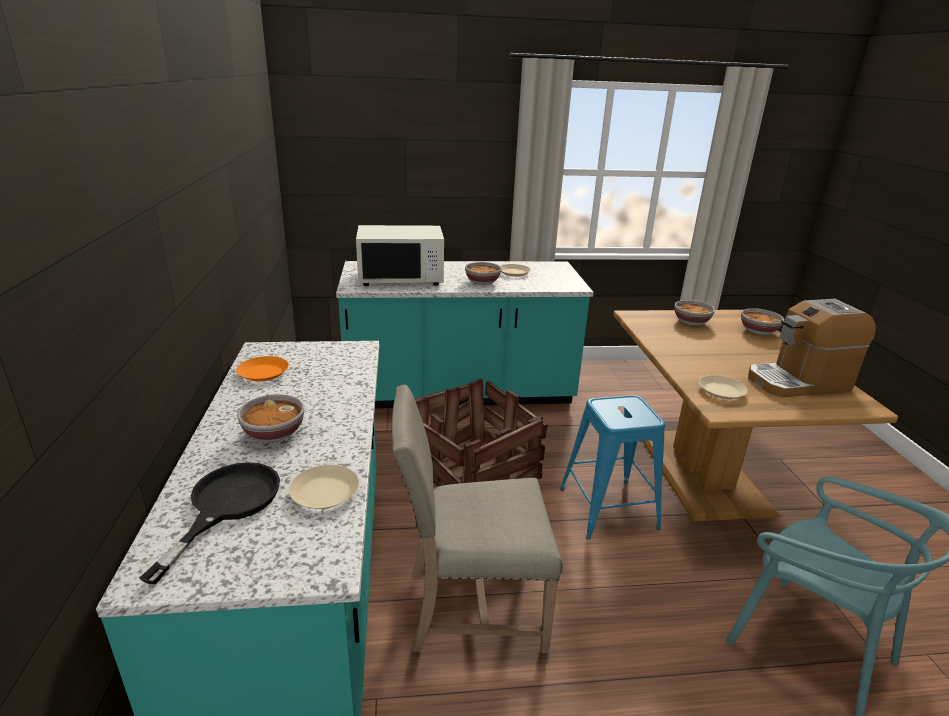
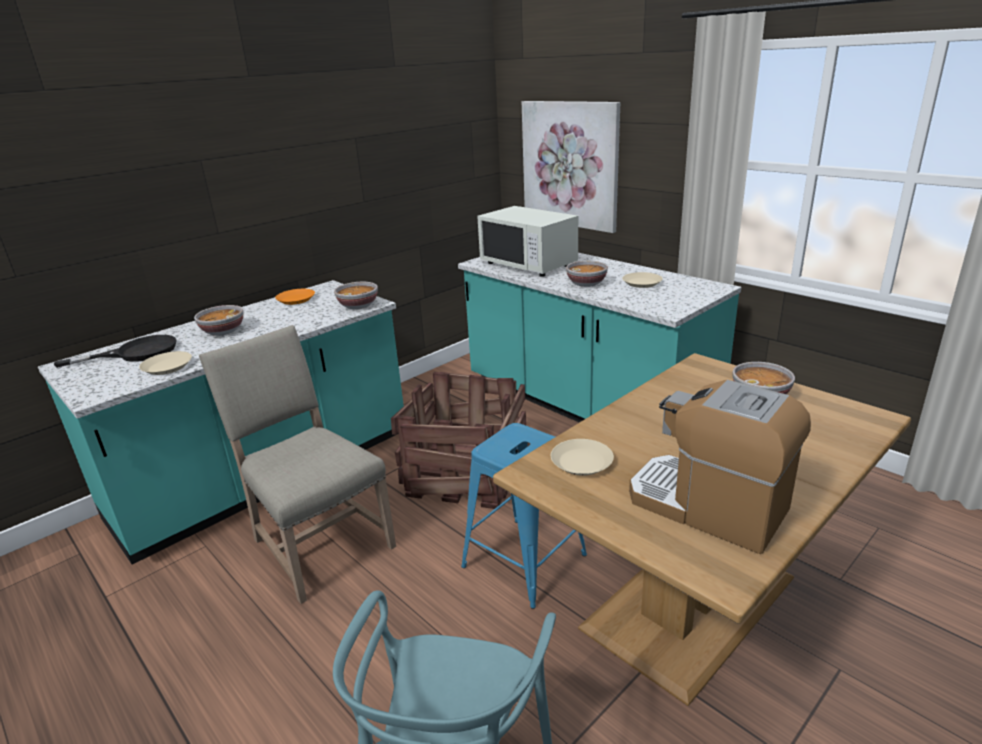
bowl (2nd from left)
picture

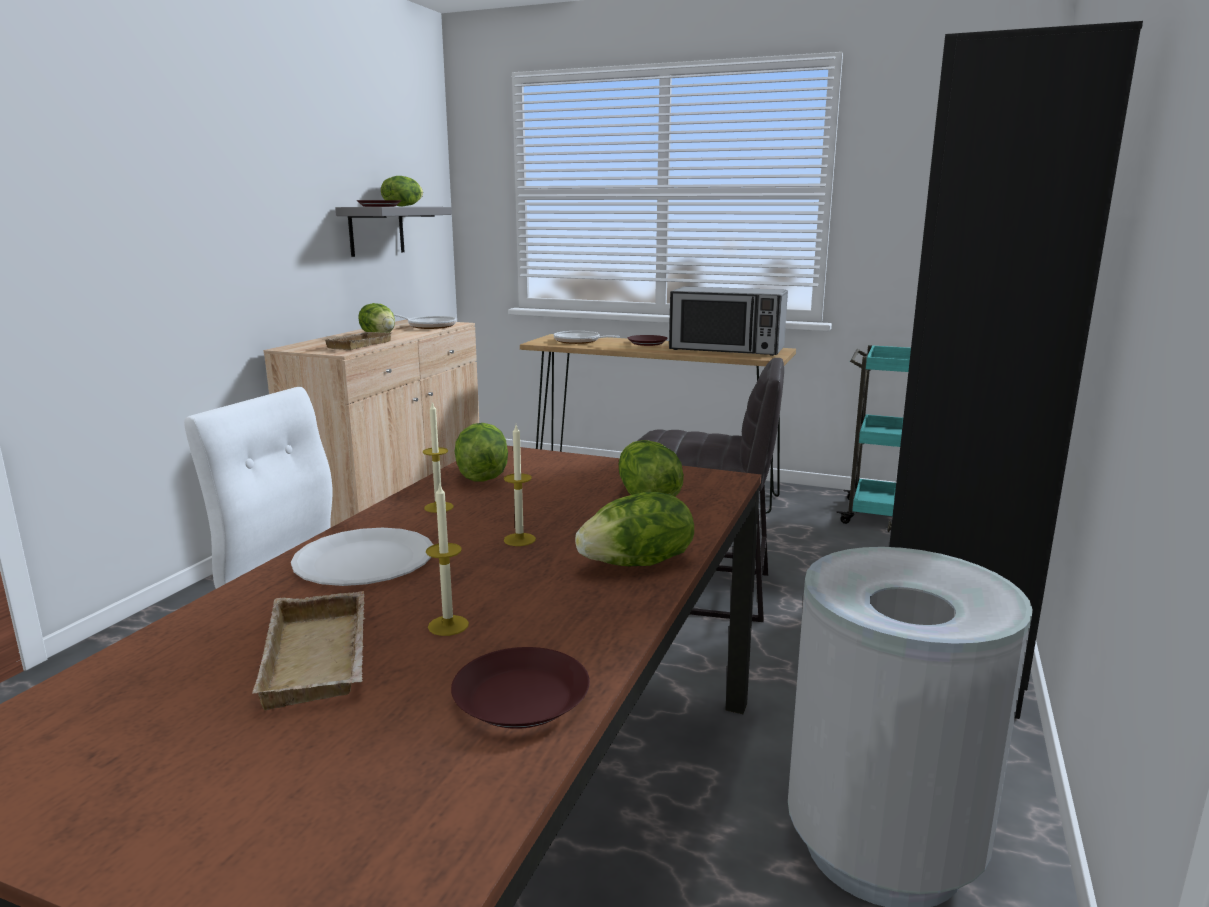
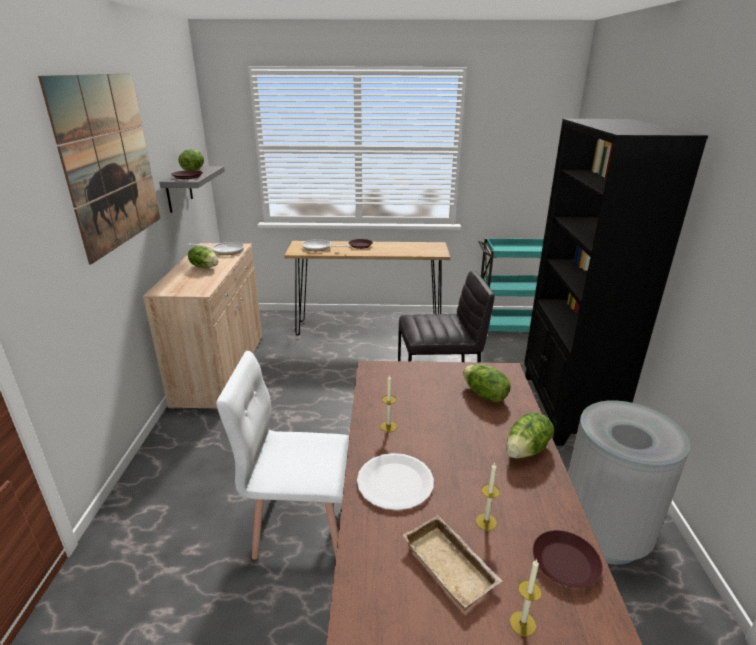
picture
candle (3rd from left)
beige_tray (2nd from left in the first image)
lettuce (3rd from left in the first image)
microwave

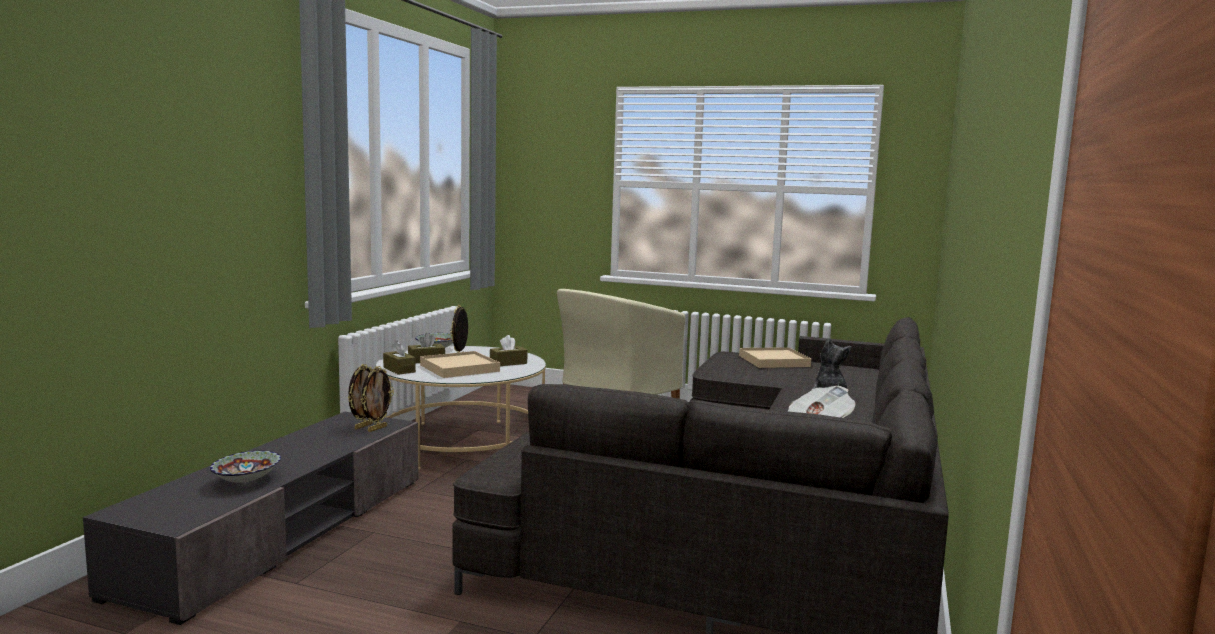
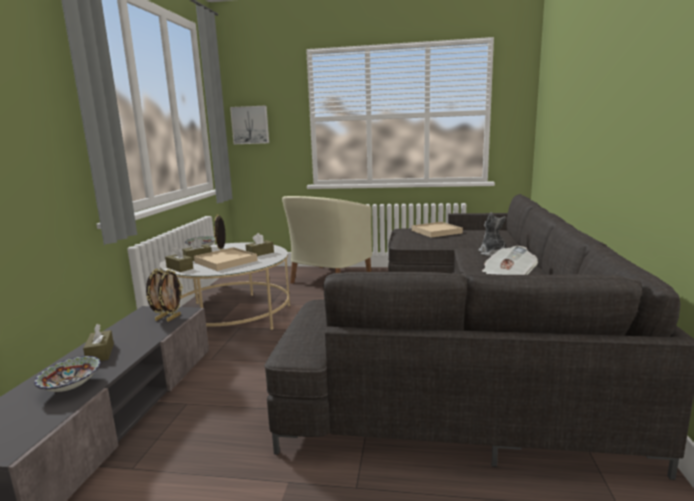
brown_tissue_box (1st from left)
picture

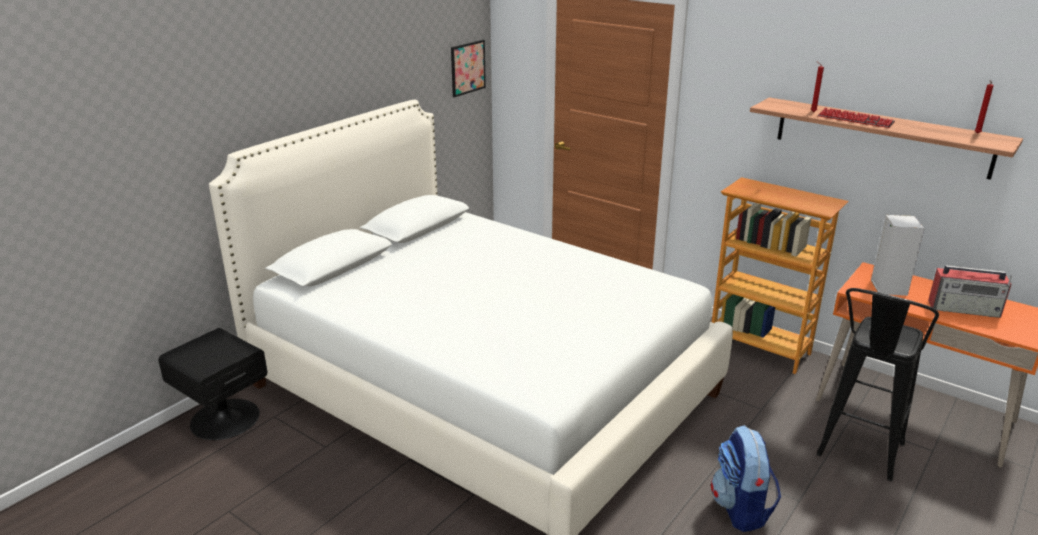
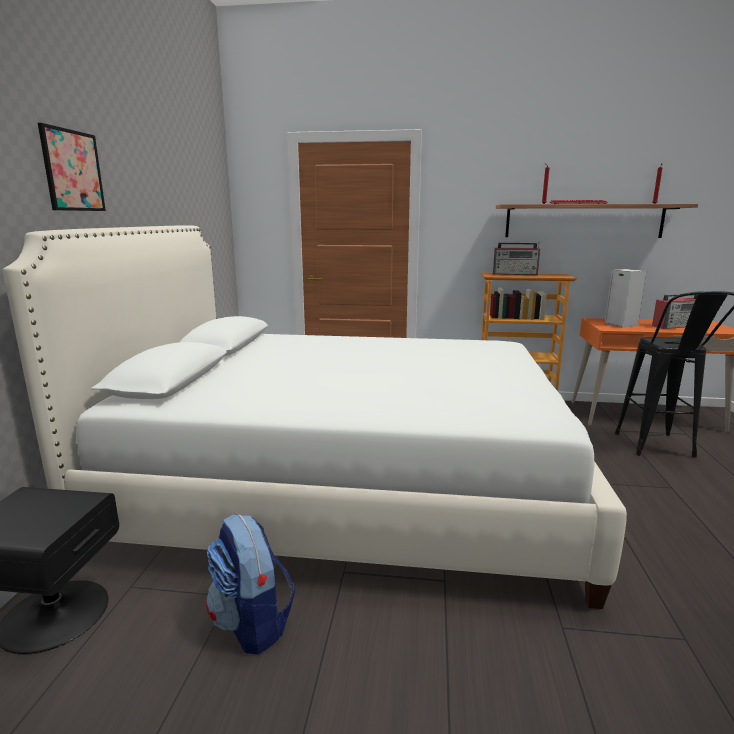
picture
backpack
radio (1st from left)

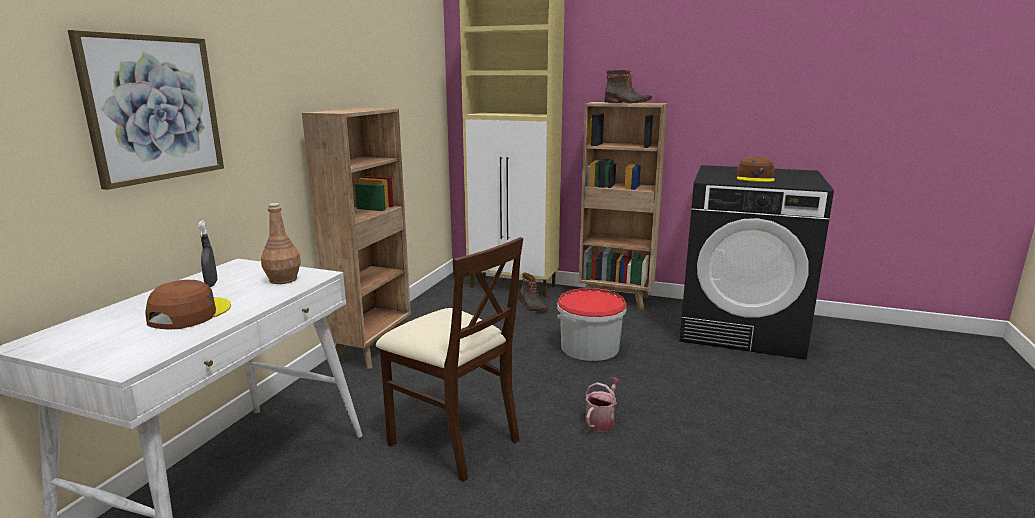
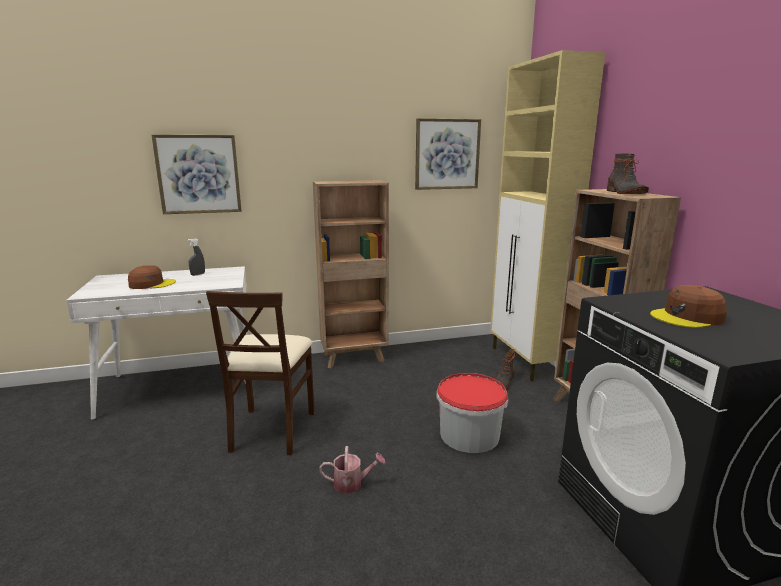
picture (2nd from left)
brown_bottle

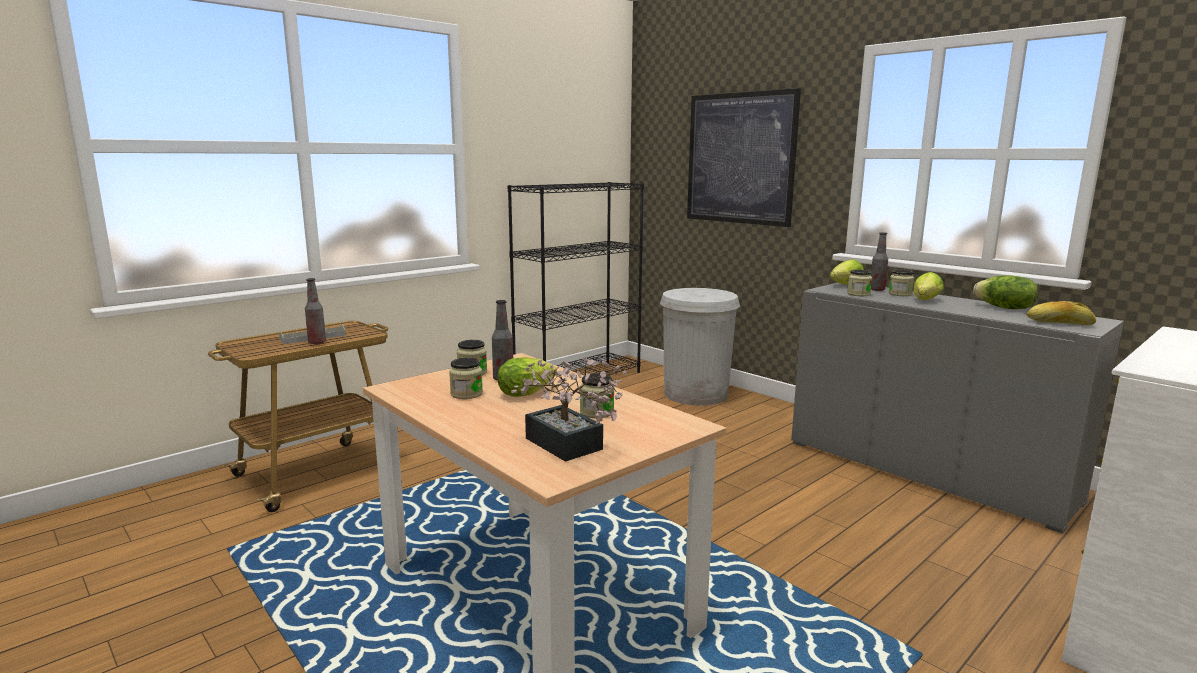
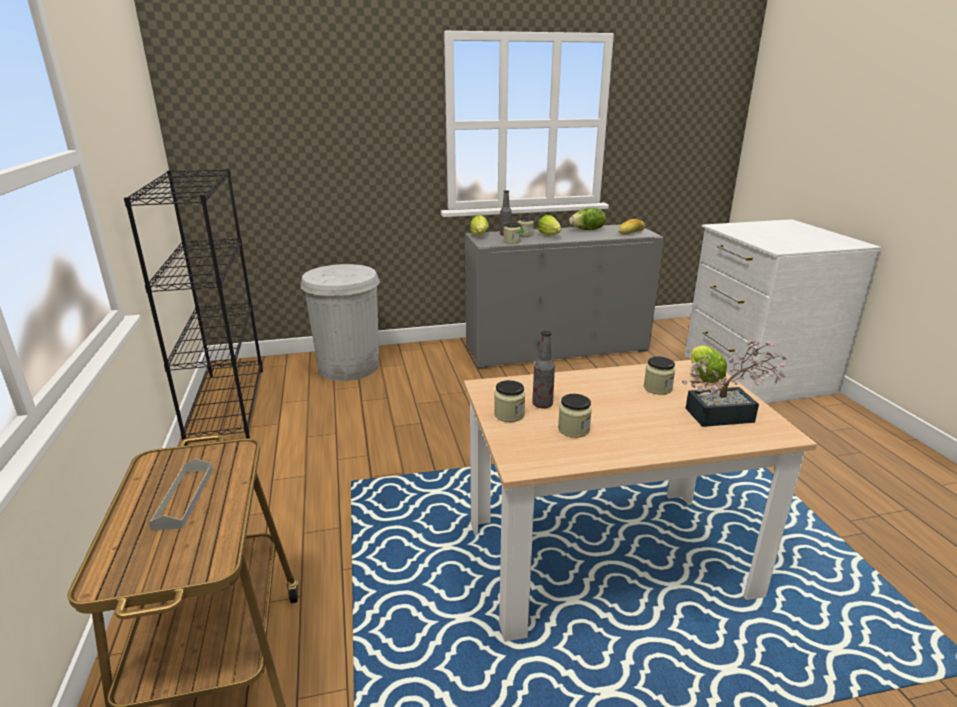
lettuce (4th from left)
bottle (1st from left in the first image)
picture

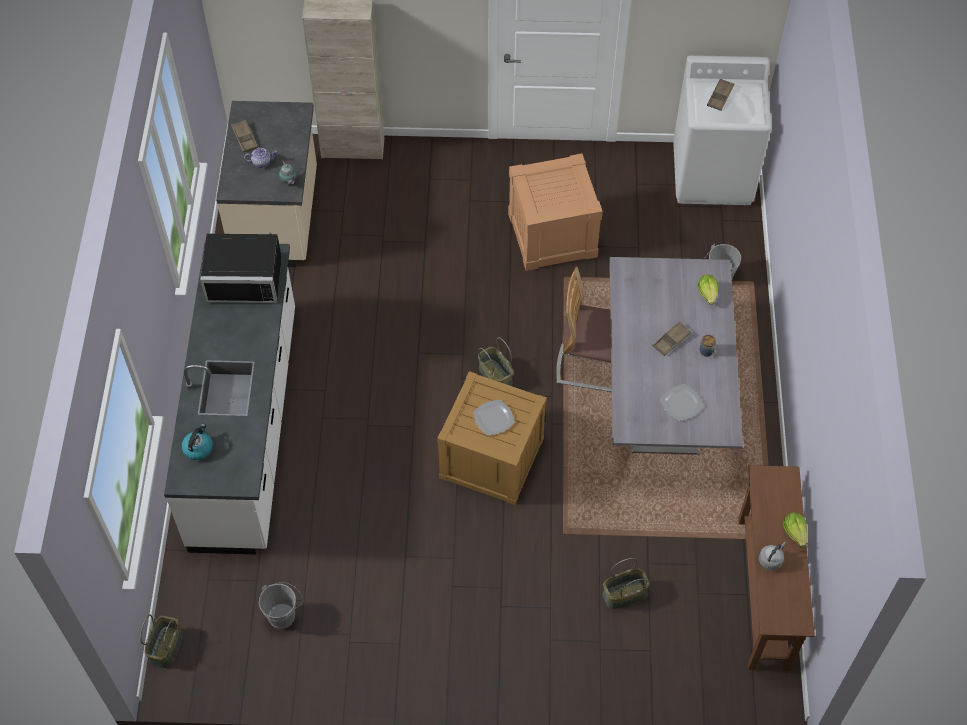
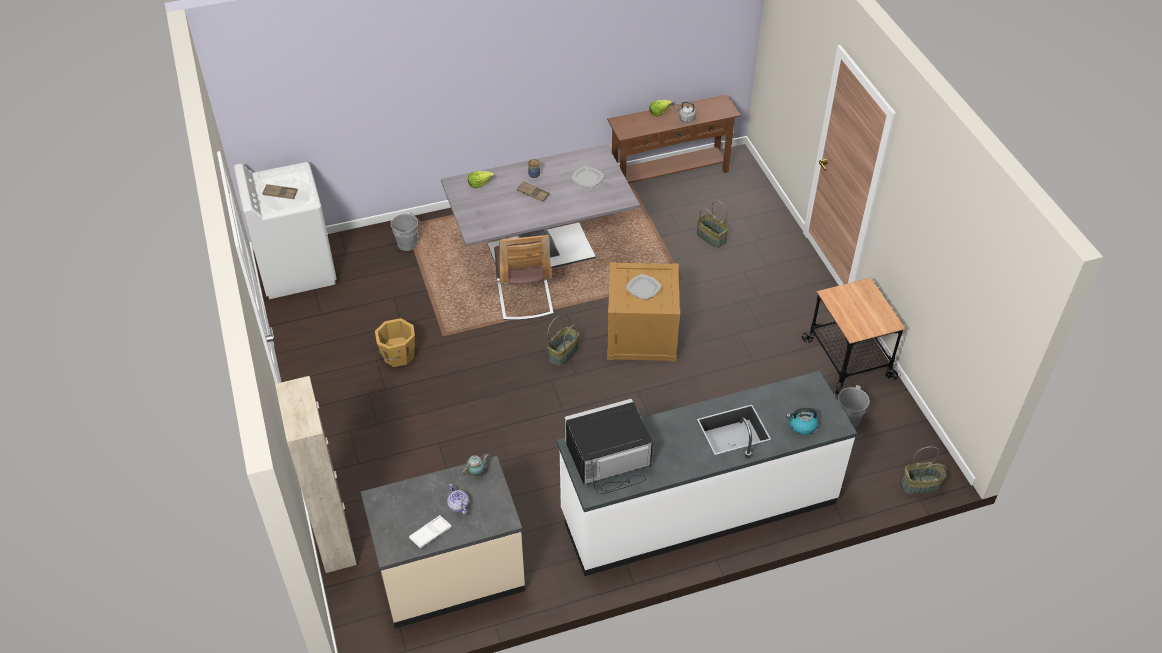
orange_bucket
white_tray
black_microwave
cart

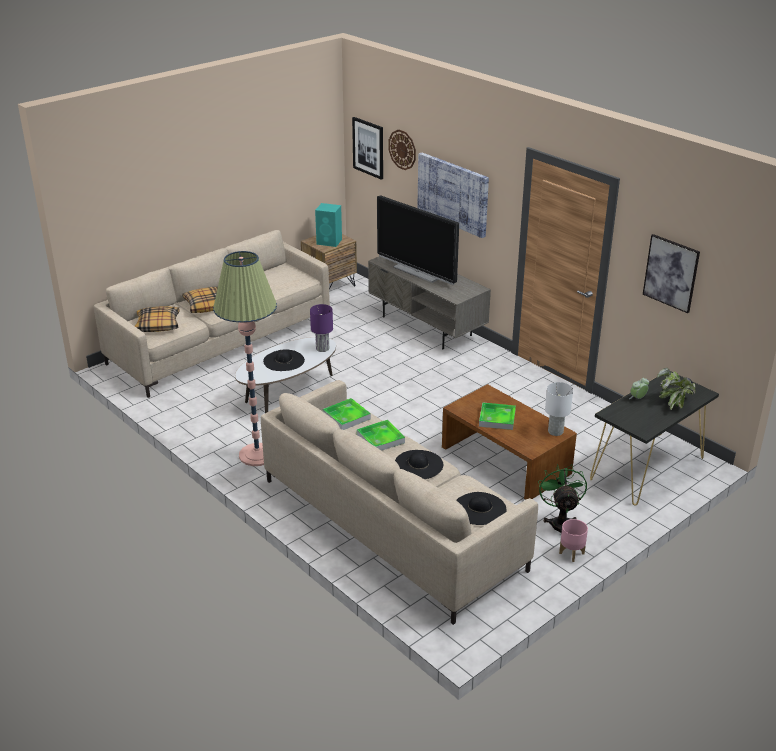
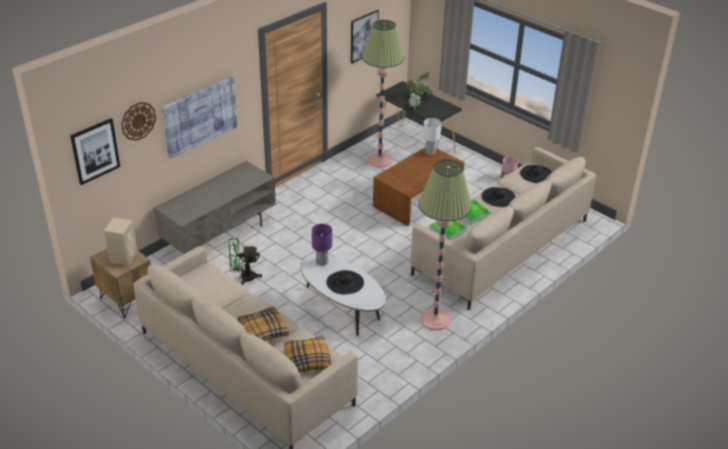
beige_speaker
green_fan
floor_lamp (1st from left)
television
tray (3rd from left in the first image)

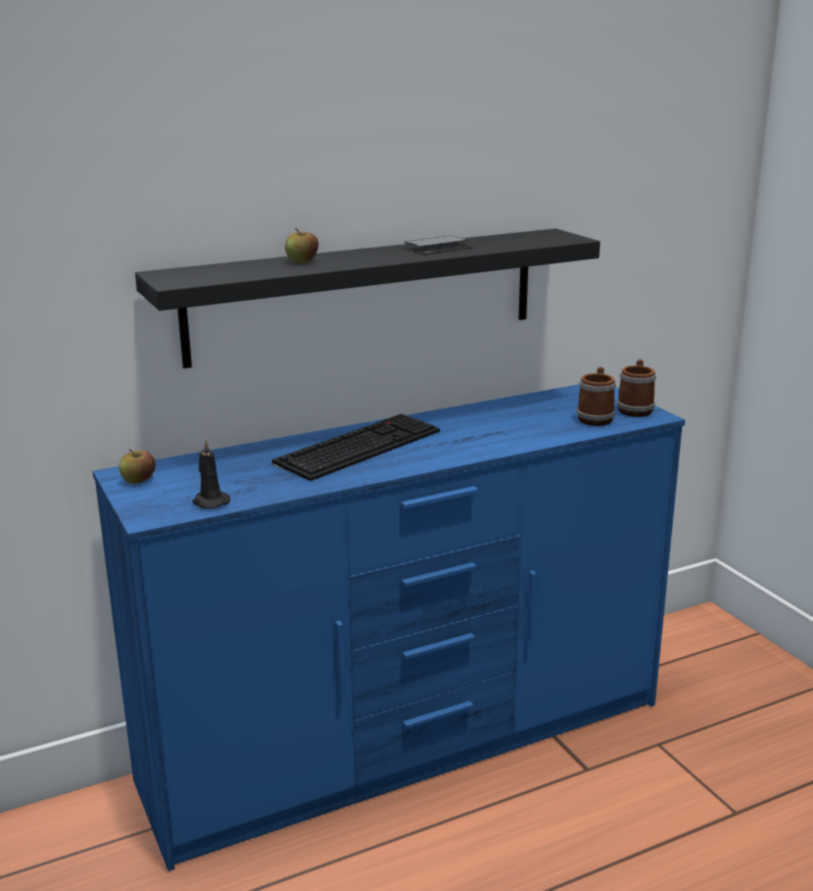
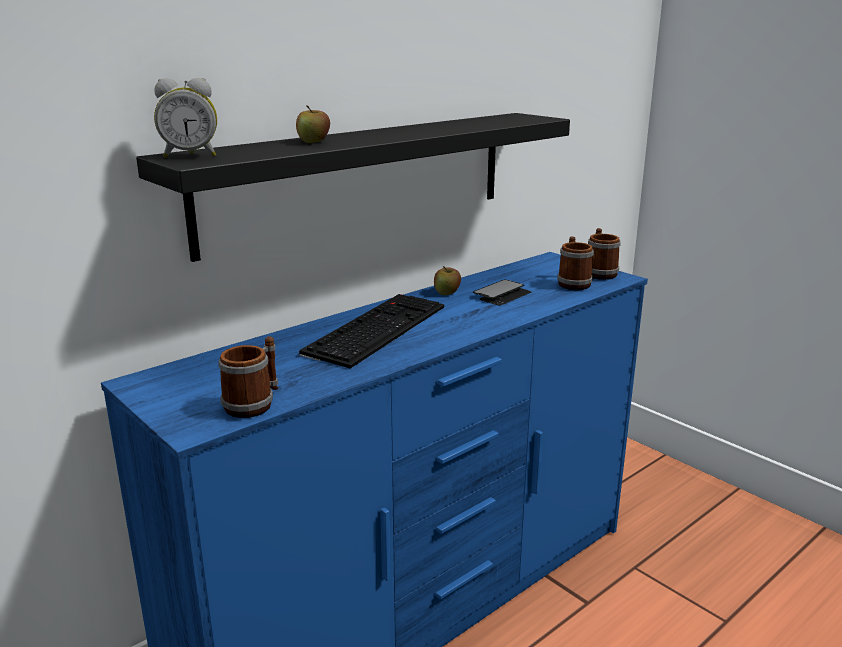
alarm_clock
mug (1st from left)
apple (2nd from left)
phone

